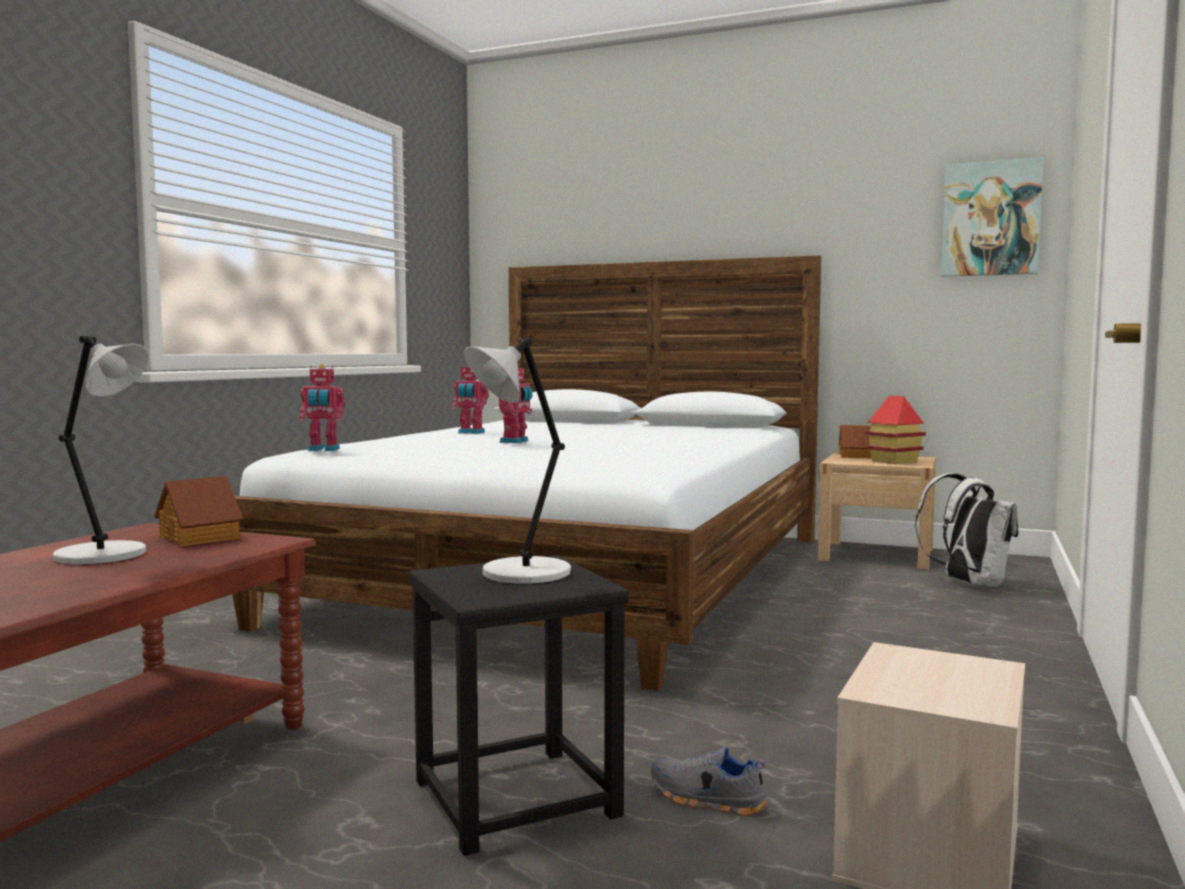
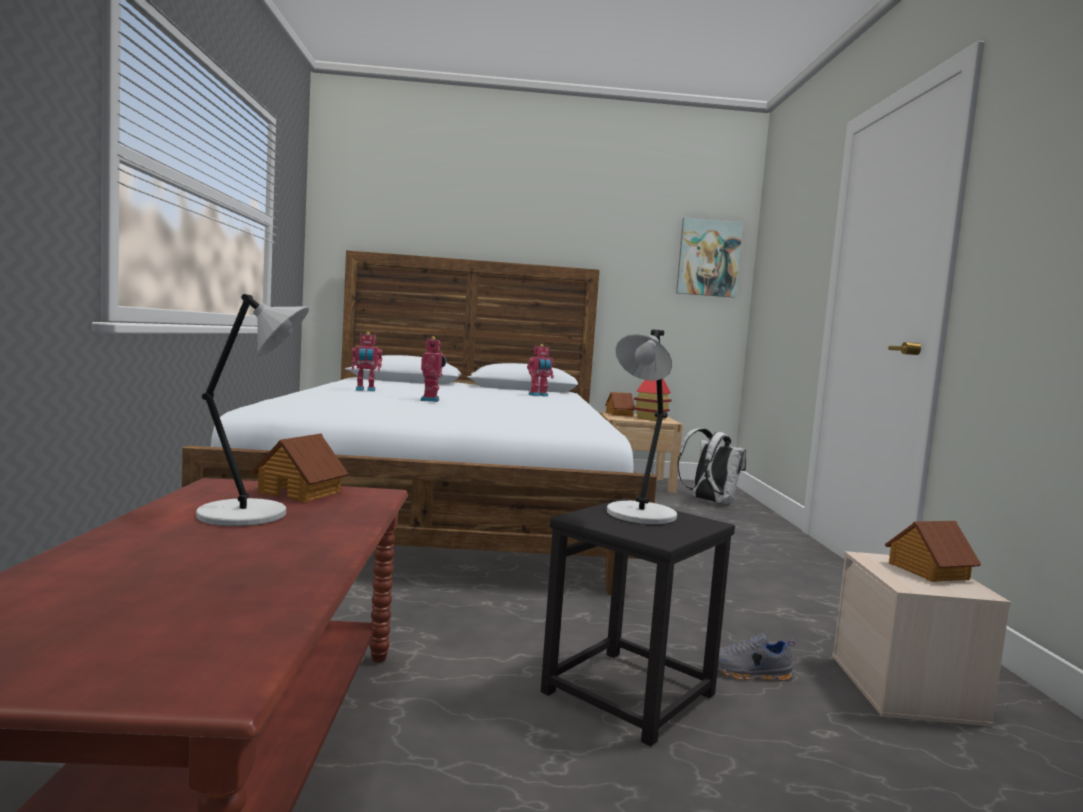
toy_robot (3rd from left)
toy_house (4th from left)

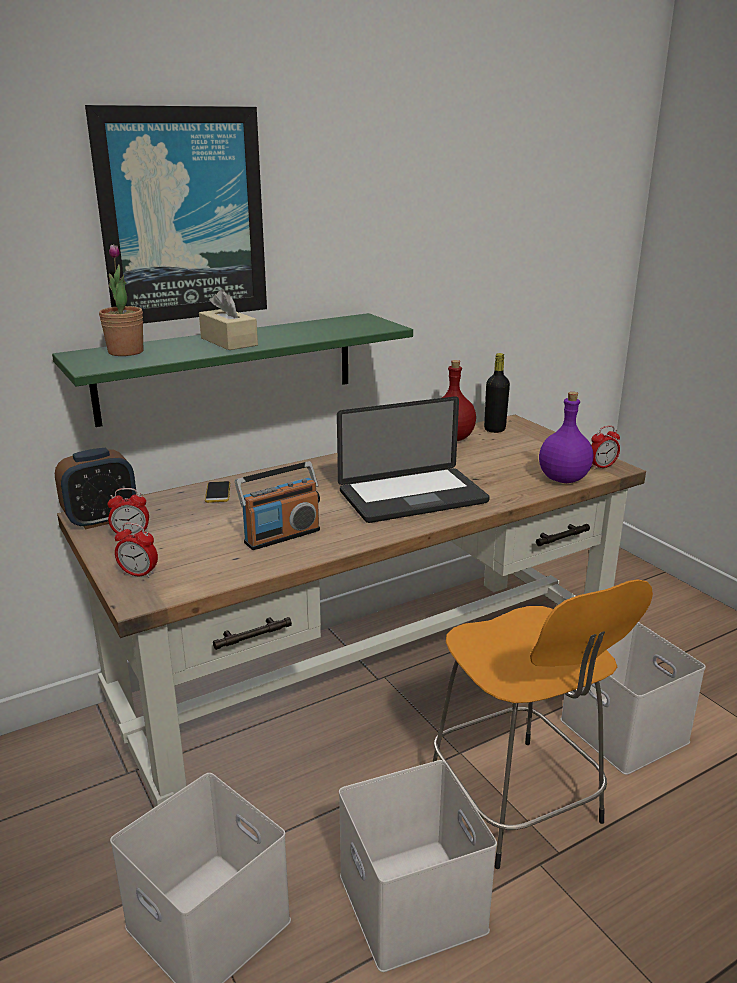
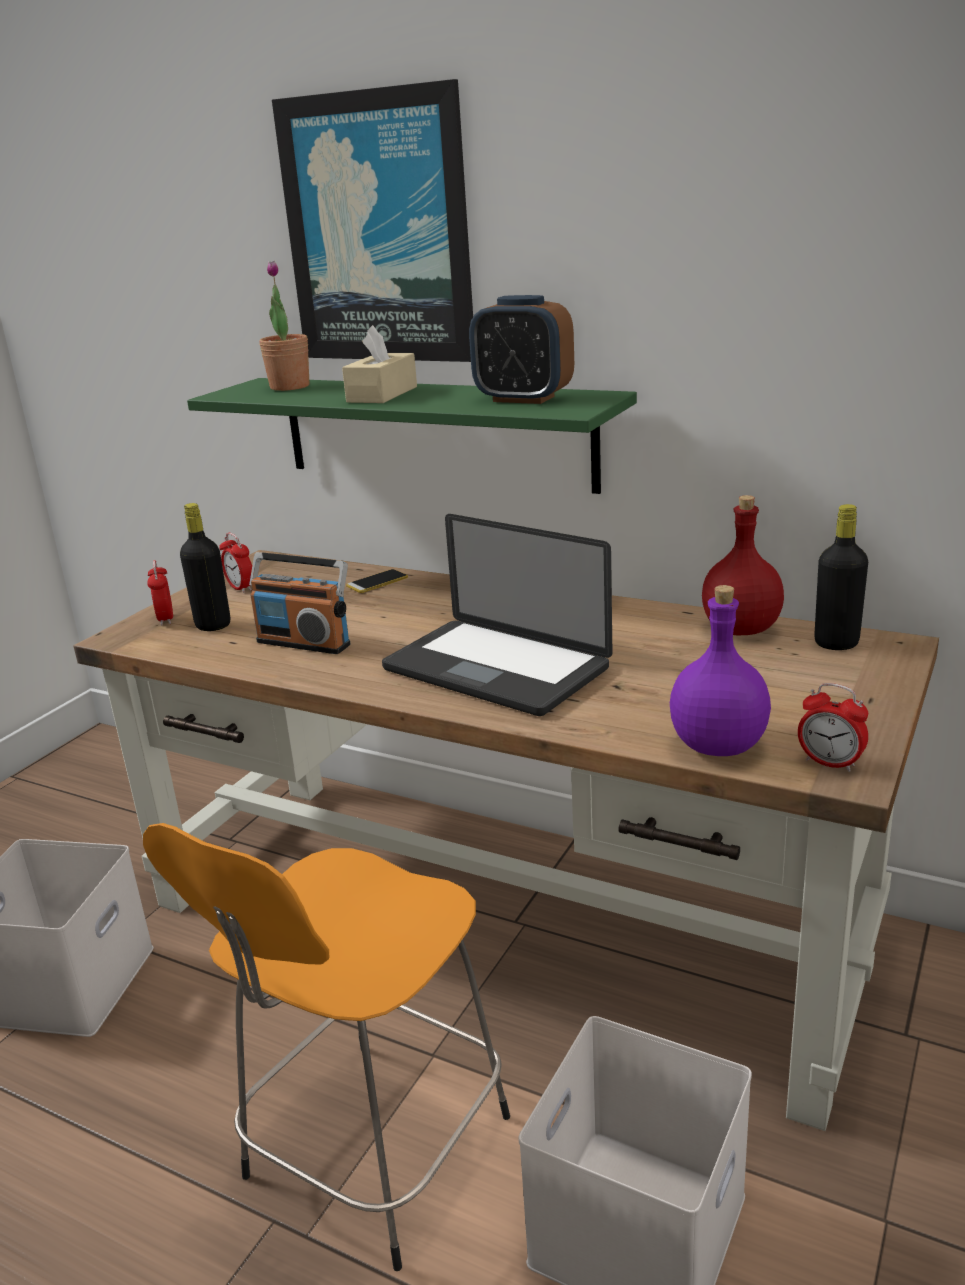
black_bottle (1st from left)
alarm_clock (3rd from left)
white_storage_box (2nd from left in the first image)

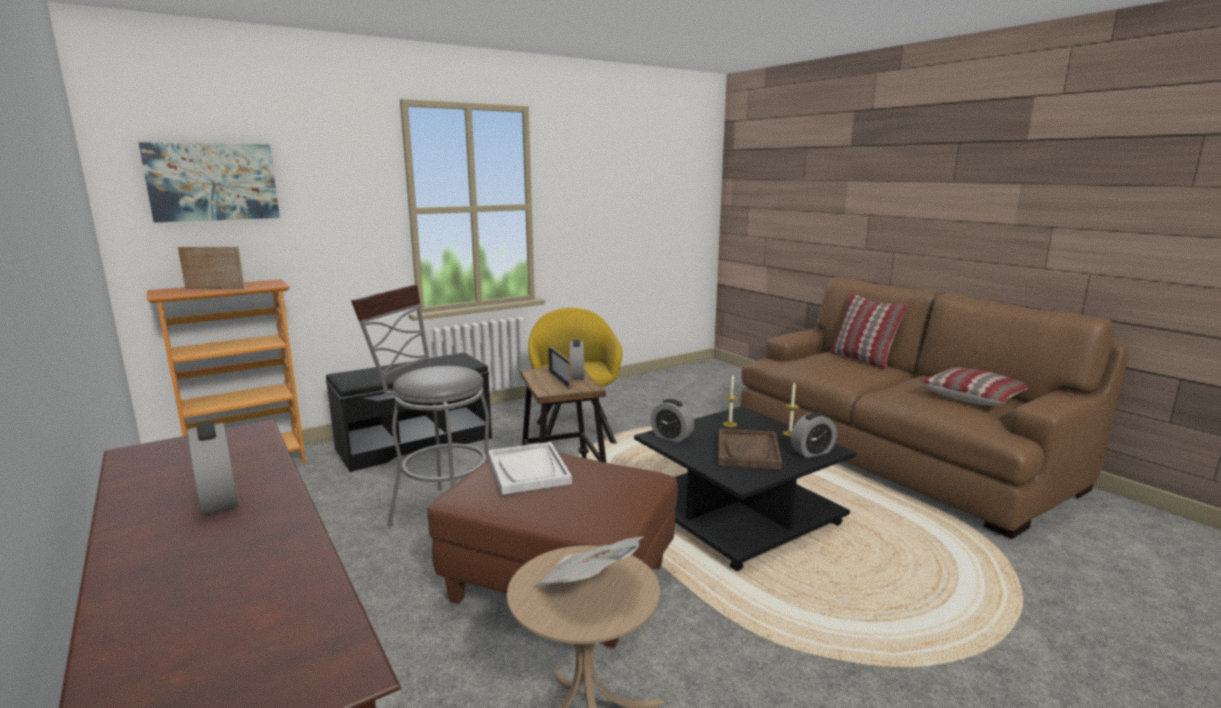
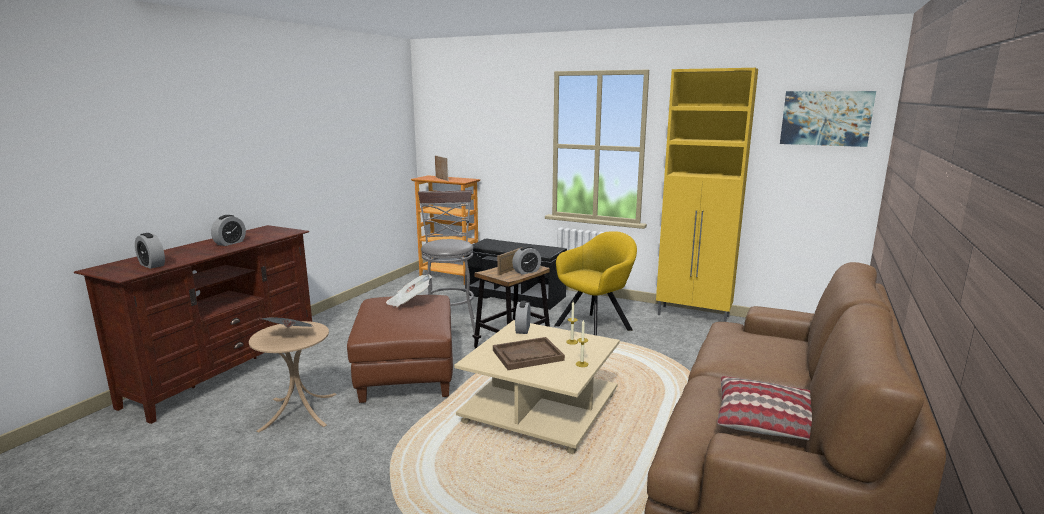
alarm_clock (1st from left)
newspaper (2nd from left)
beige_coffee_table
yellow_cabinet
picture
pillow (1st from left in the first image)

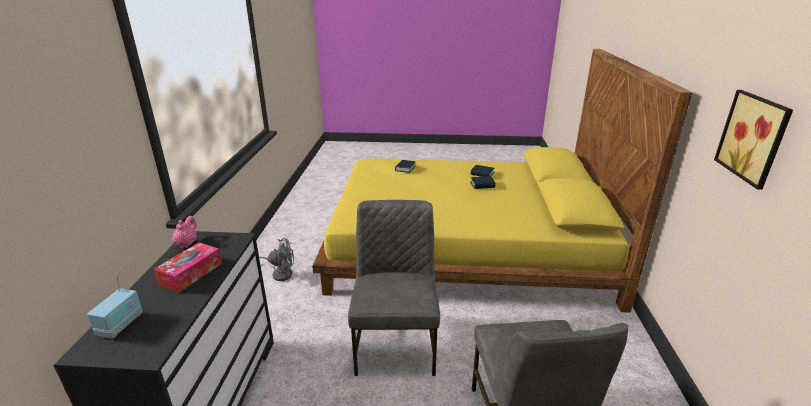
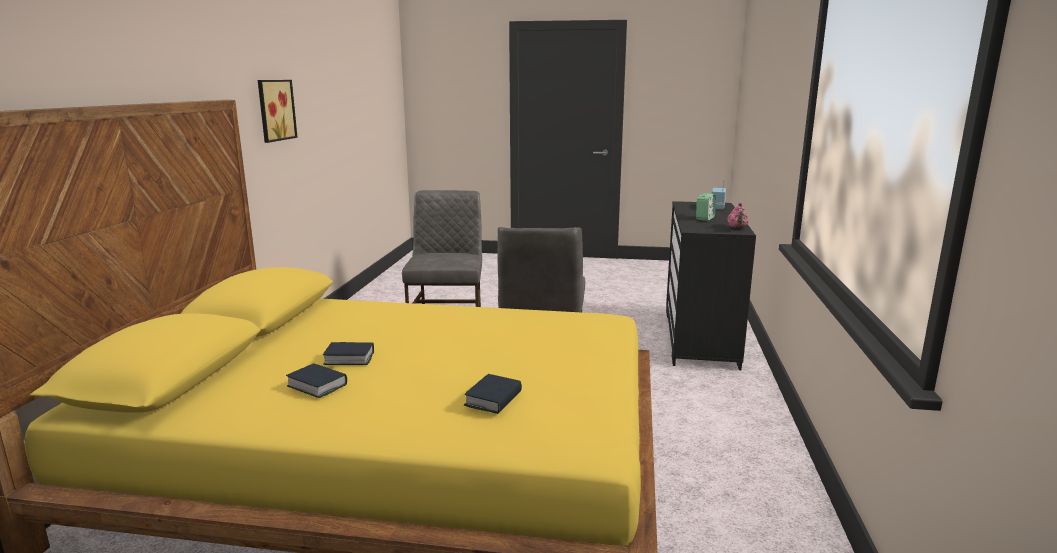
alarm_clock
grey_fan

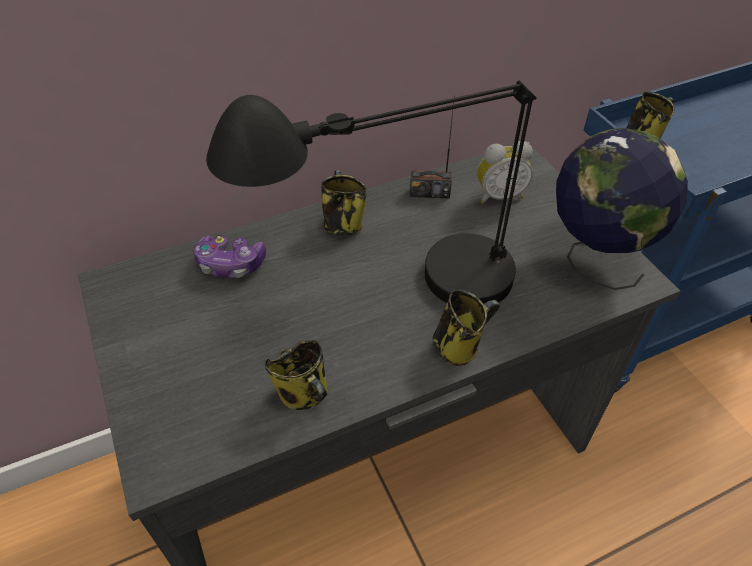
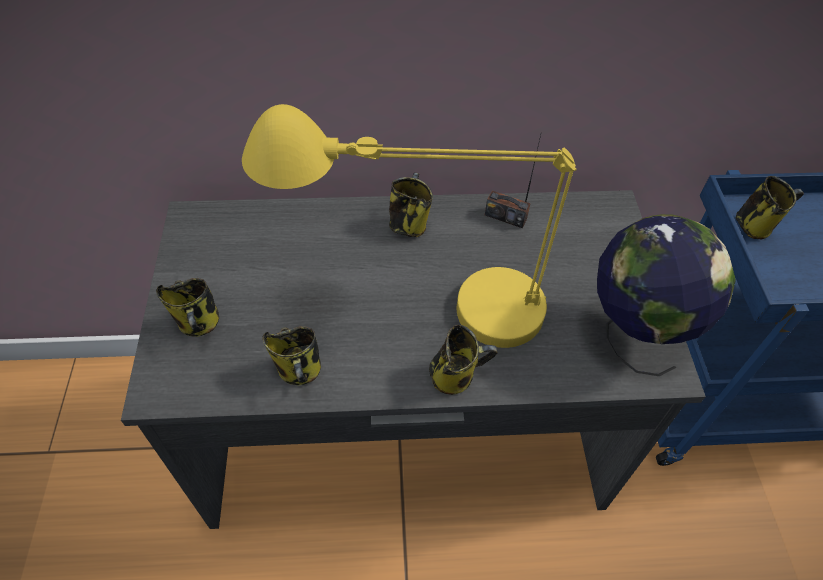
mug (1st from left)
yellow_table_lamp
game_controller
alarm_clock

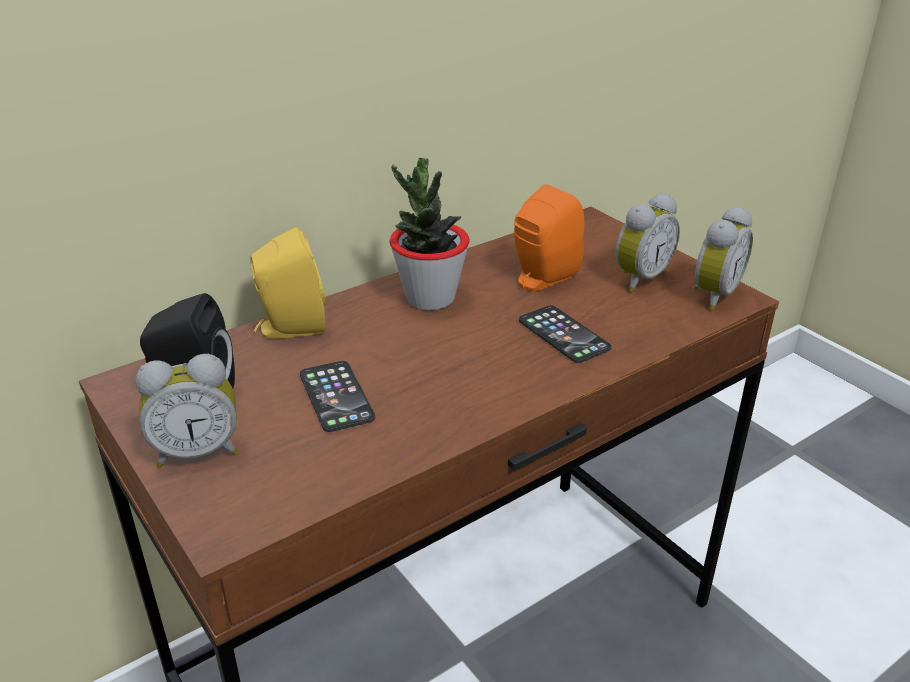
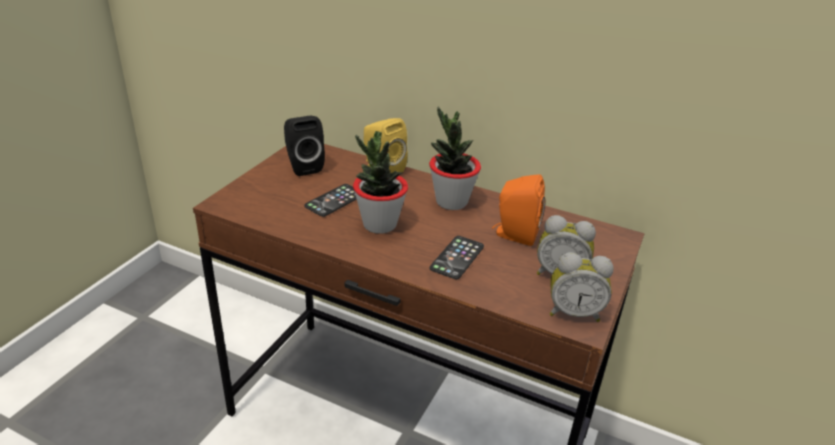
potted_plant (1st from left)
alarm_clock (1st from left in the first image)

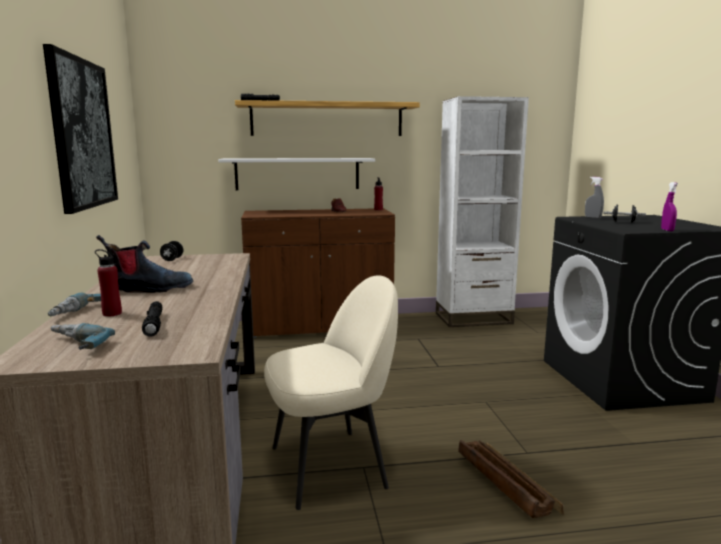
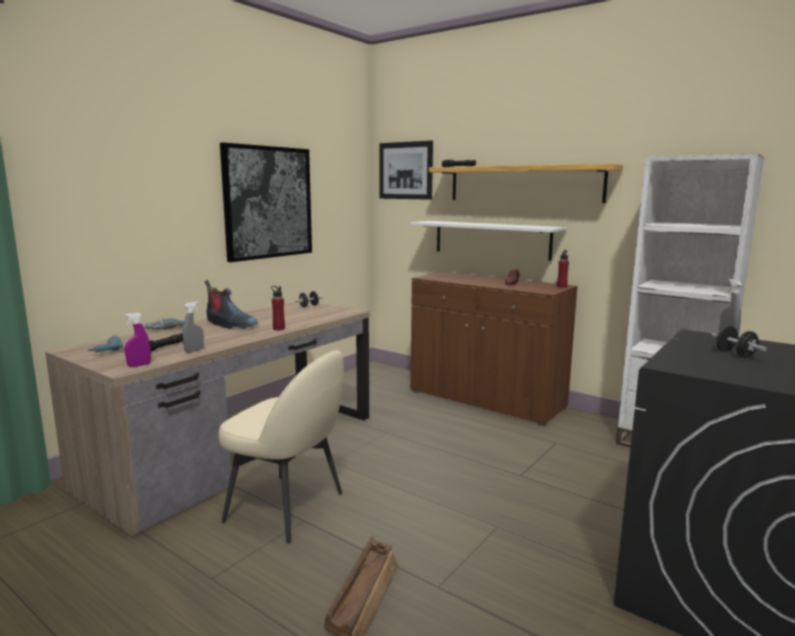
purple_spray_bottle
grey_spray_bottle (1st from left)
red_bottle (1st from left)
picture (2nd from left)

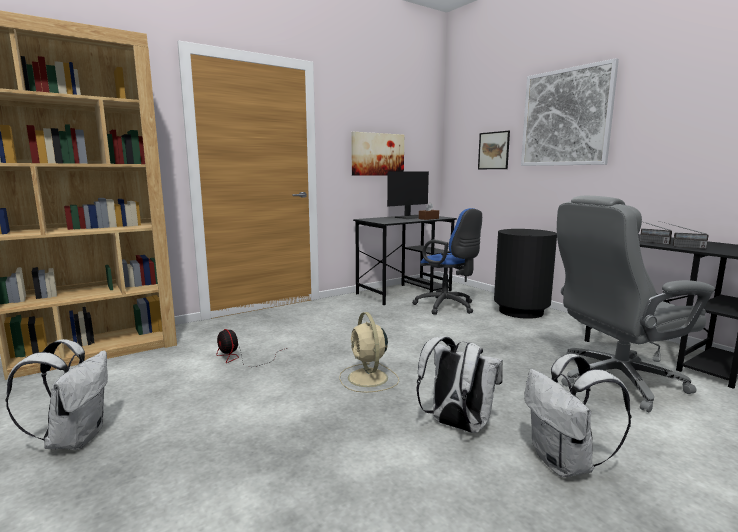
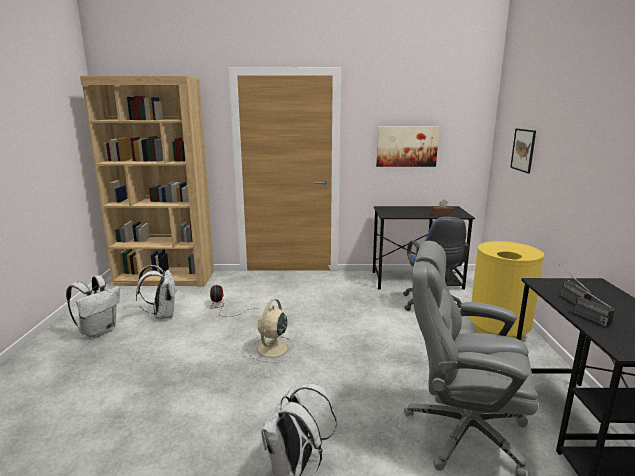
white_backpack (2nd from left)
yellow_trash_can
monitor
picture (3rd from left in the first image)

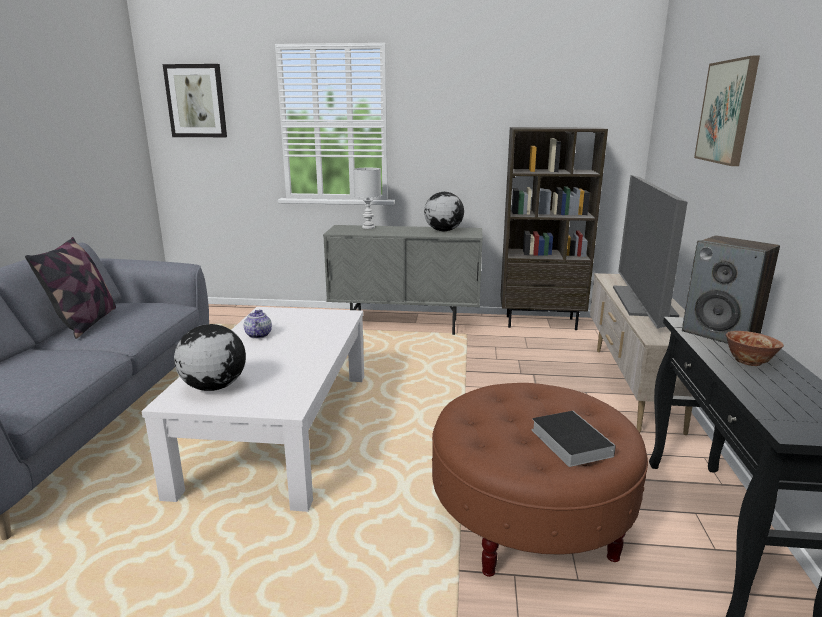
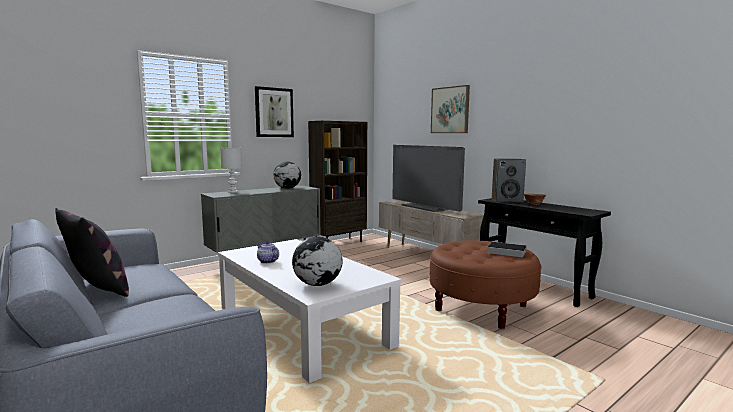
picture (1st from left)

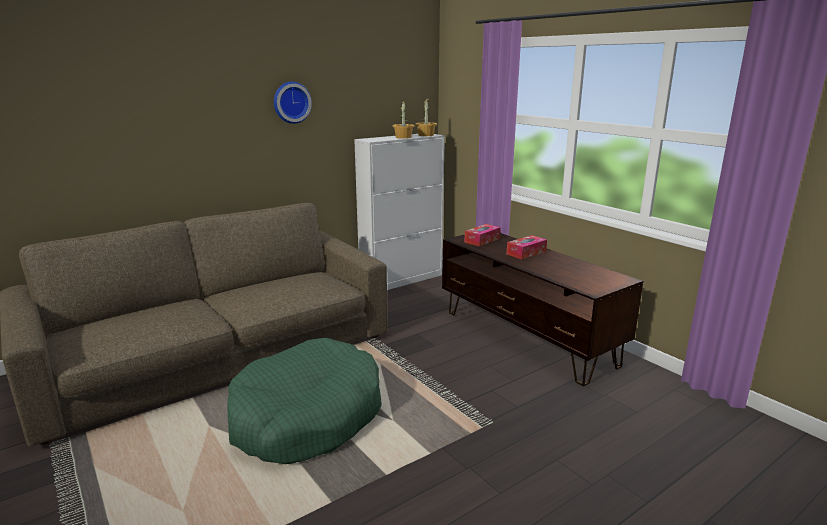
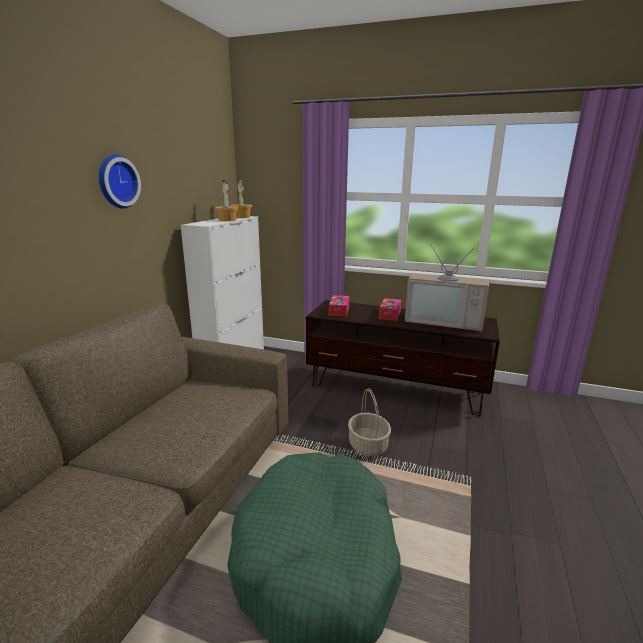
basket
television

